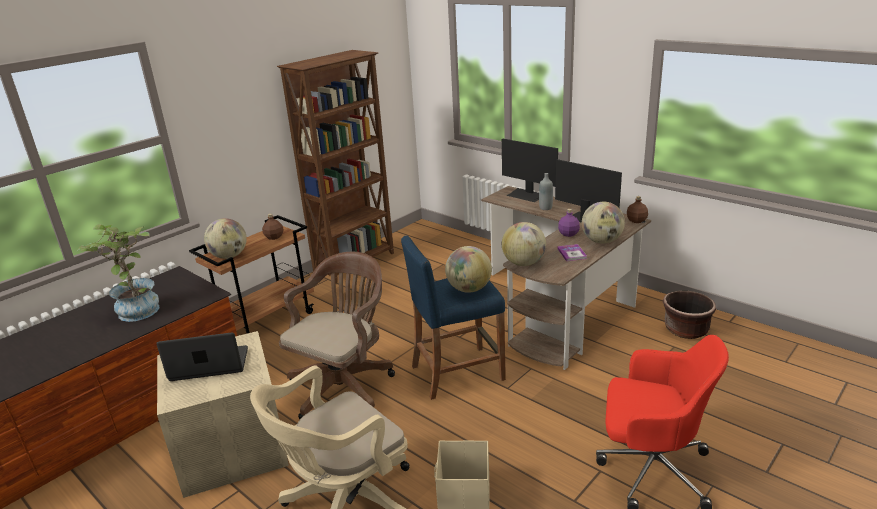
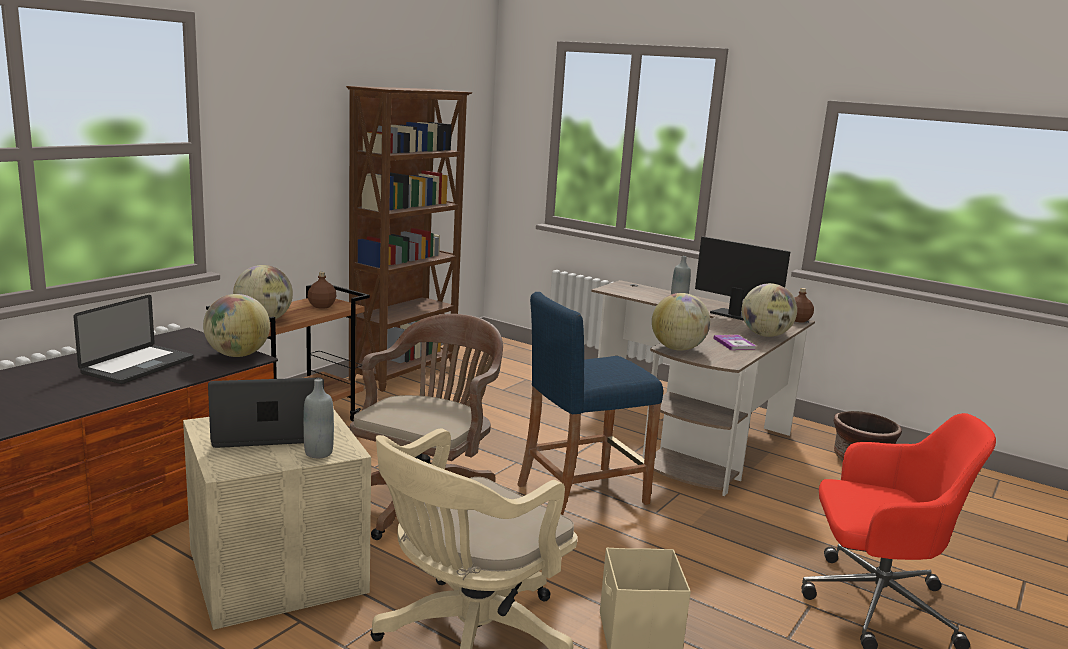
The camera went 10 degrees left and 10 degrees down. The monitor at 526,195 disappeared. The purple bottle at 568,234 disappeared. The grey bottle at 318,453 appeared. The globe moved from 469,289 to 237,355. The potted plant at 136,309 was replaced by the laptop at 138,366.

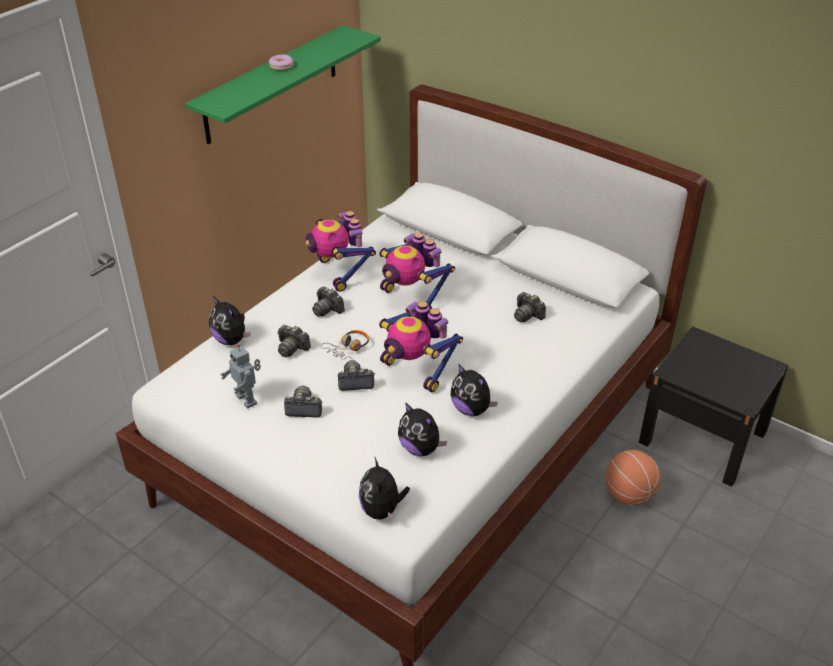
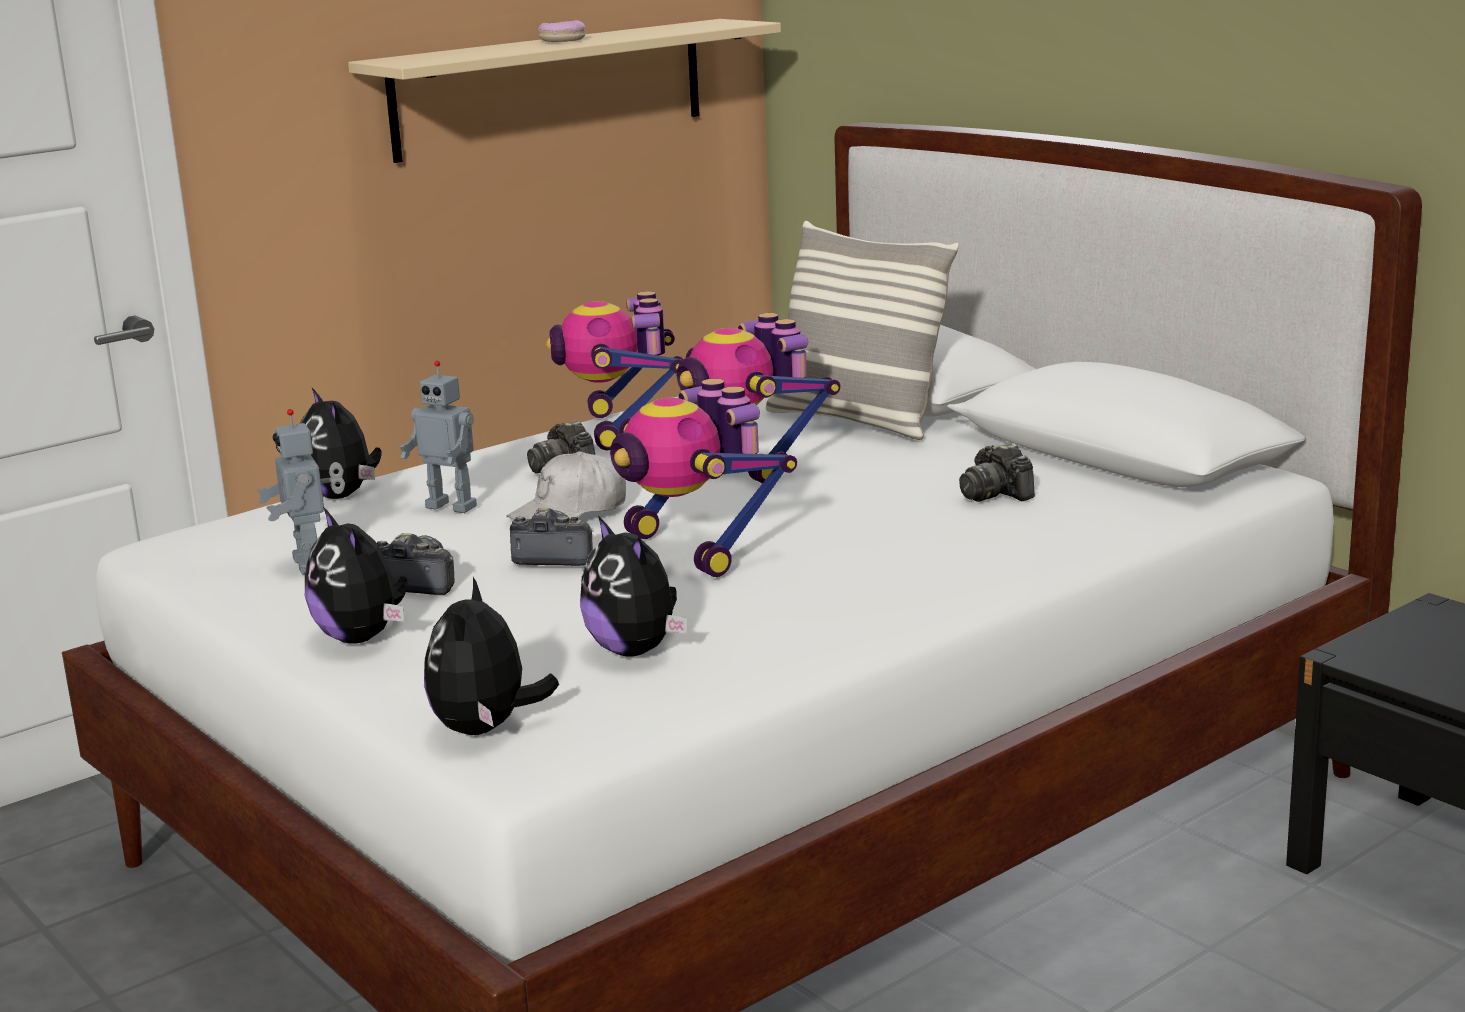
The camera went 15 degrees right and 20 degrees down. The basketball at 629,494 disappeared. The pillow at 856,421 appeared. The plush toy moved from 471,409 to 362,637. The photo camera at 292,348 was replaced by the toy robot at 453,506. The headphones at 348,348 was replaced by the white cap at 569,513. The green shelf at 272,84 became the beige shelf at 550,88.

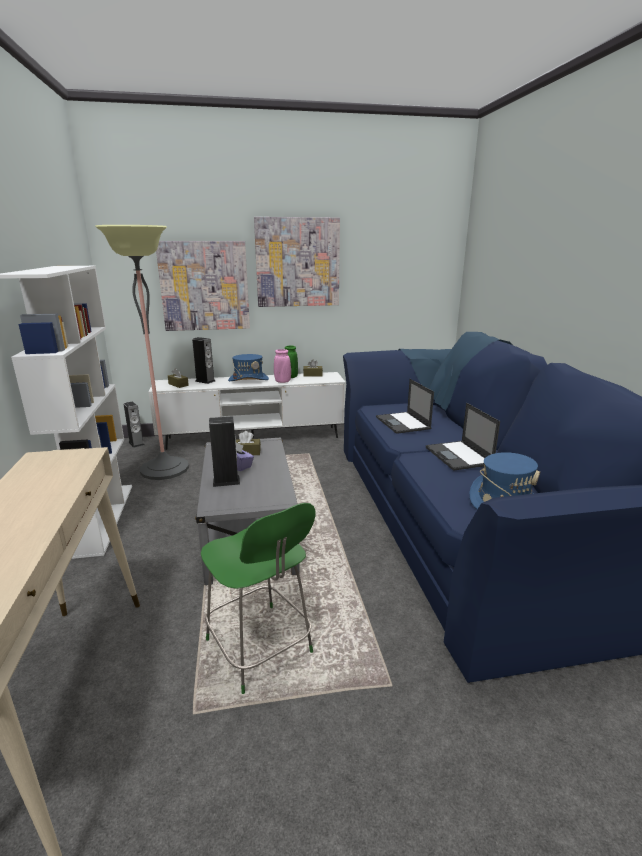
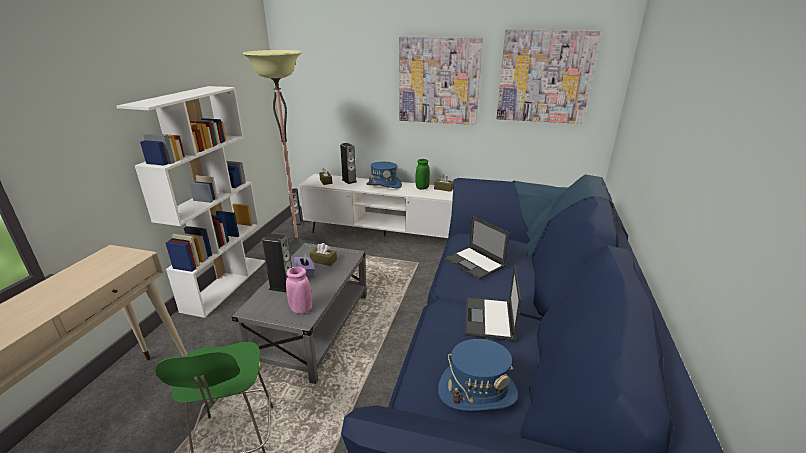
The camera went 25 degrees right and 5 degrees up. The picture moved from 204,286 to 544,77. The pink vase moved from 282,381 to 301,309. The laptop at 403,423 turned 45 degrees counterclockwise.

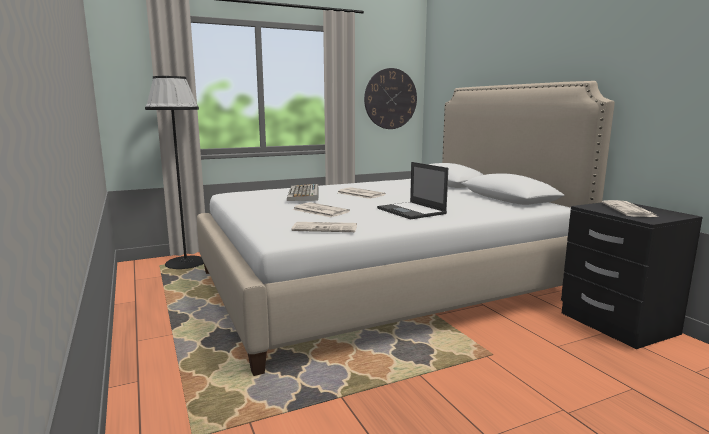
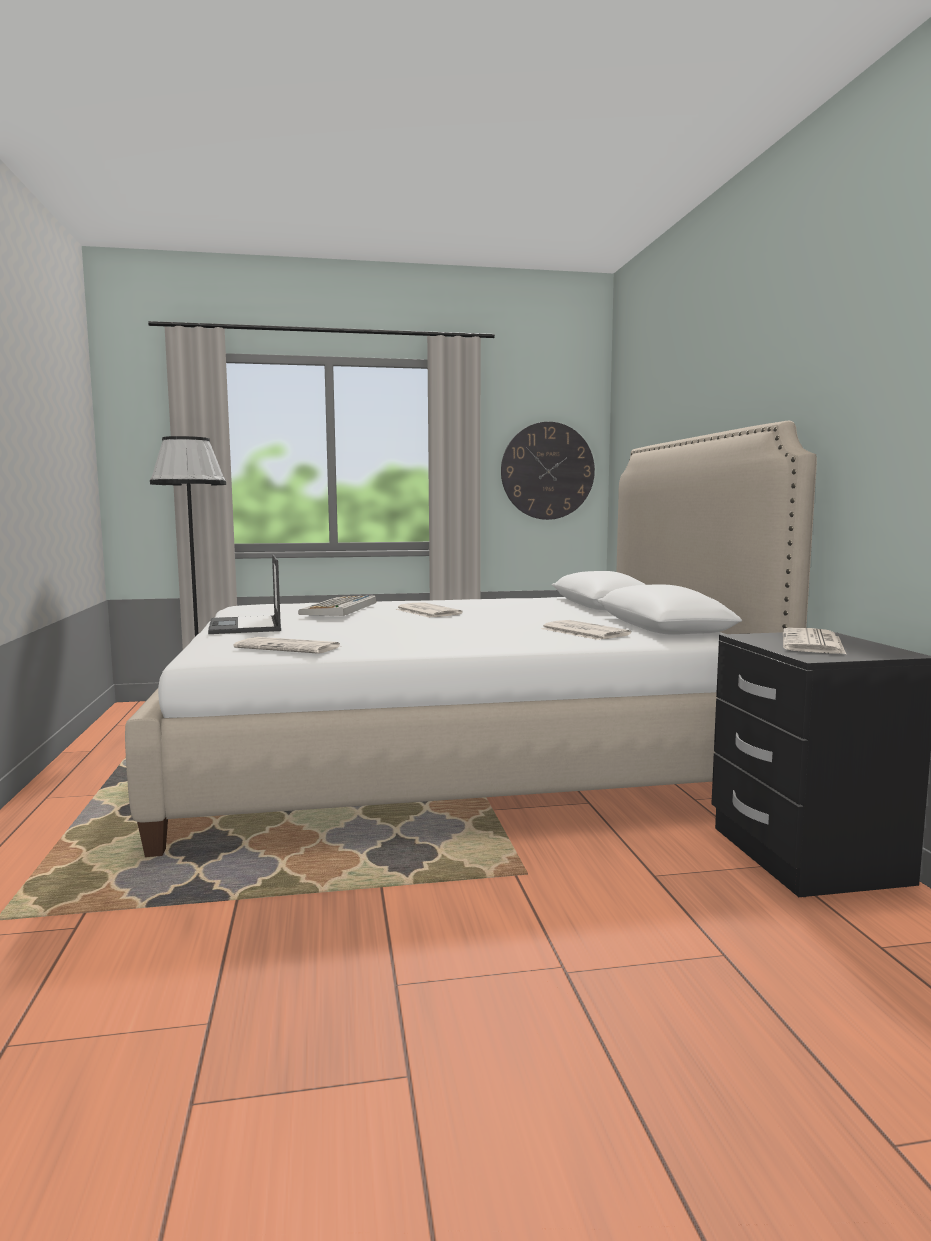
The camera went 15 degrees right and 5 degrees down. The newspaper moved from 319,211 to 583,631. The laptop moved from 412,211 to 245,626.

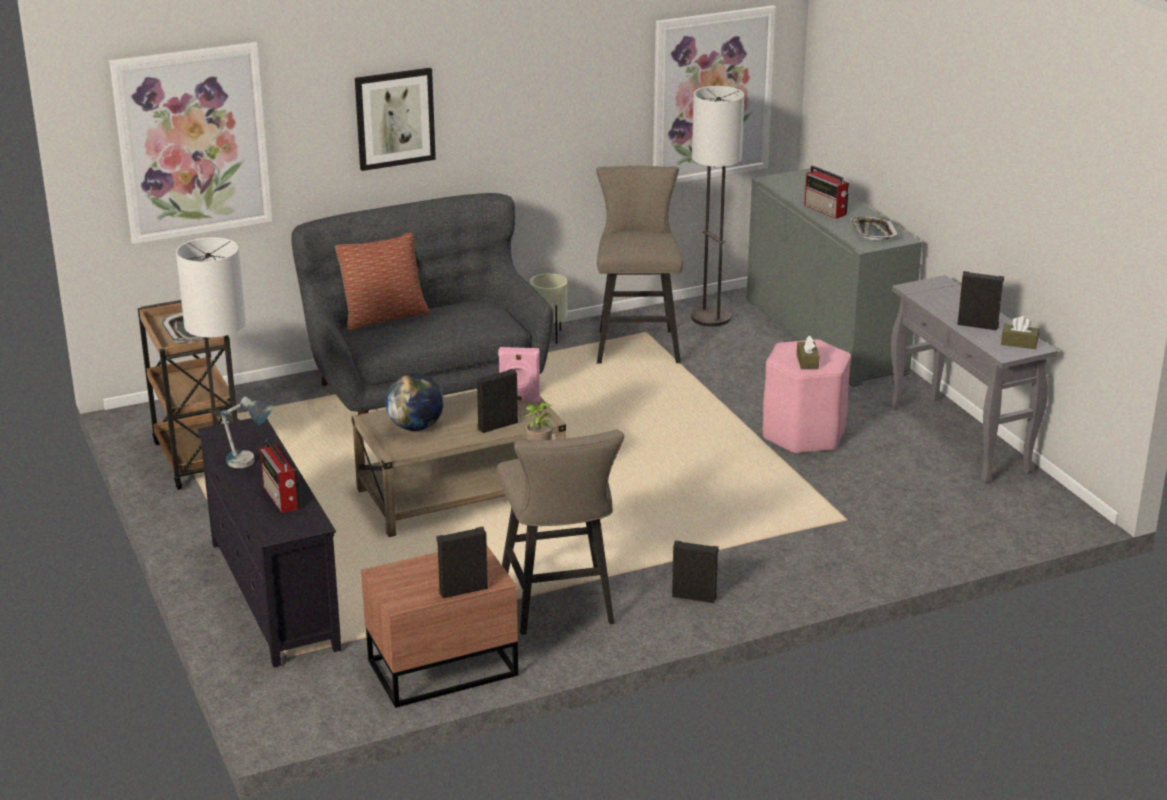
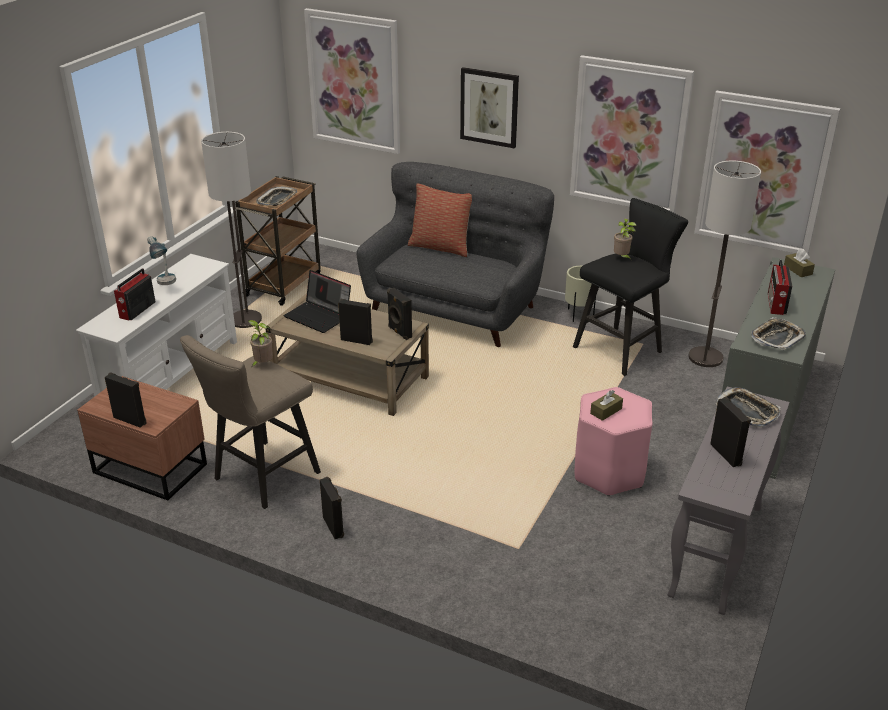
The camera went 50 degrees right and 5 degrees up. The picture at 629,135 appeared. The potted plant at 622,258 appeared. The tray at 747,411 appeared. The brown tissue box moved from 1019,343 to 798,270. The globe at 416,427 was replaced by the laptop at 319,316. The black tv stand at 273,596 became the white tv stand at 170,376. The pink speaker at 519,400 became the black speaker at 399,332. The beige stool at 637,344 became the black stool at 622,348.

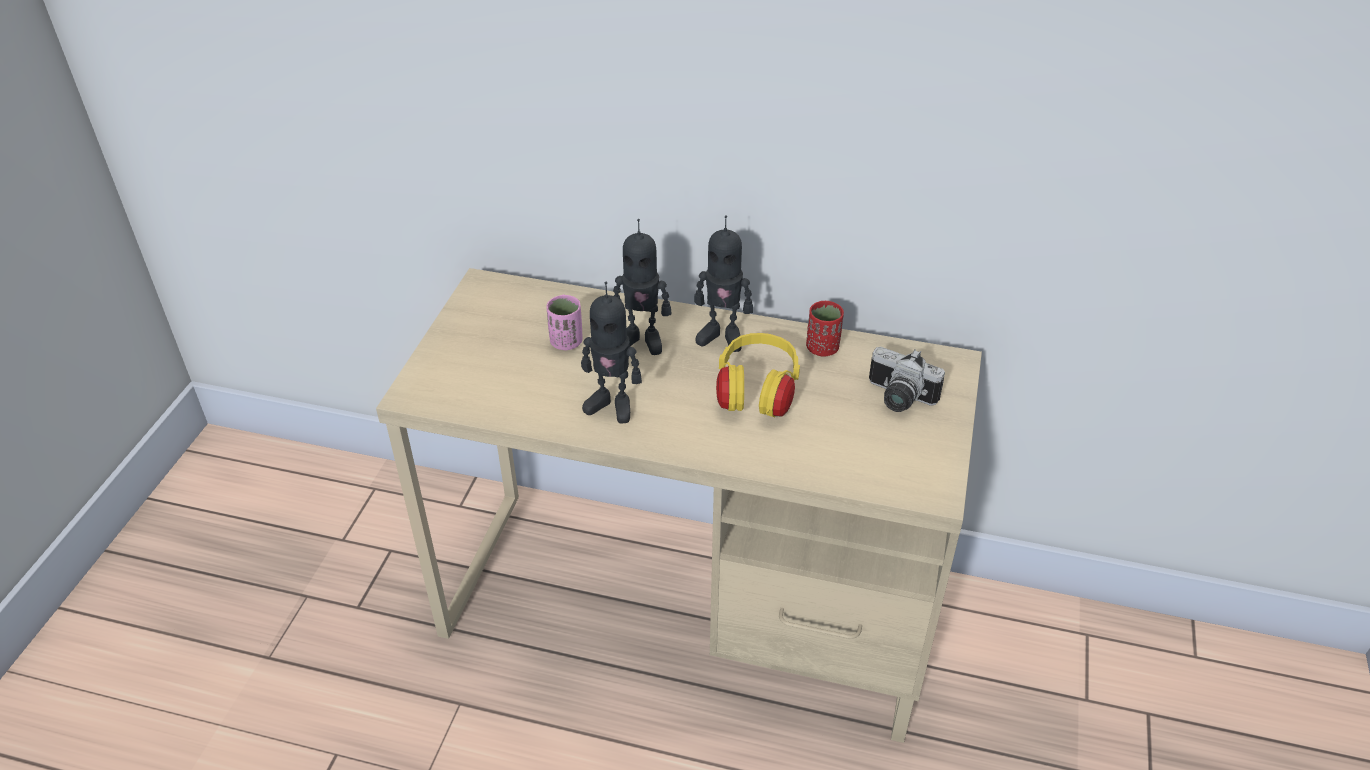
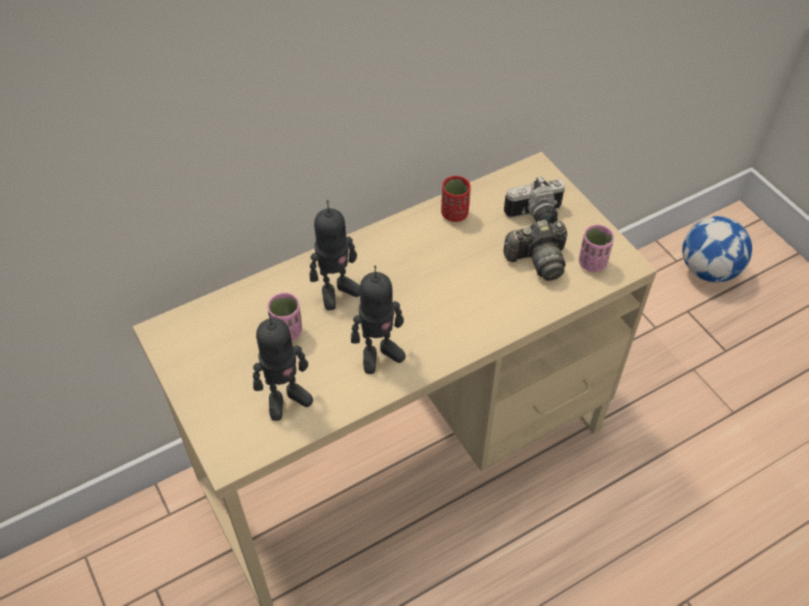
The camera went 45 degrees left and 10 degrees up. The yellow headphones at 756,394 disappeared. The photo camera at 538,260 appeared. The pink cup at 592,263 appeared. The football at 708,270 appeared. The toy robot moved from 722,336 to 286,398.

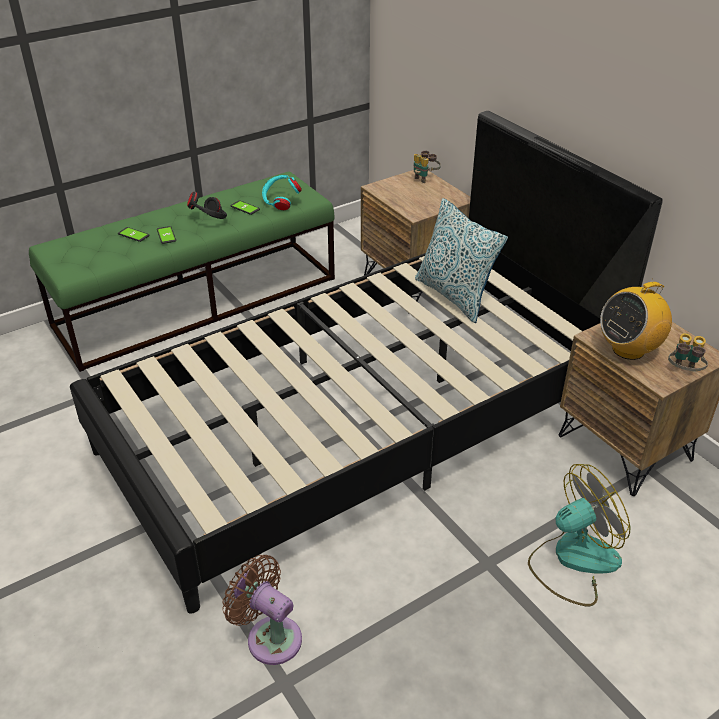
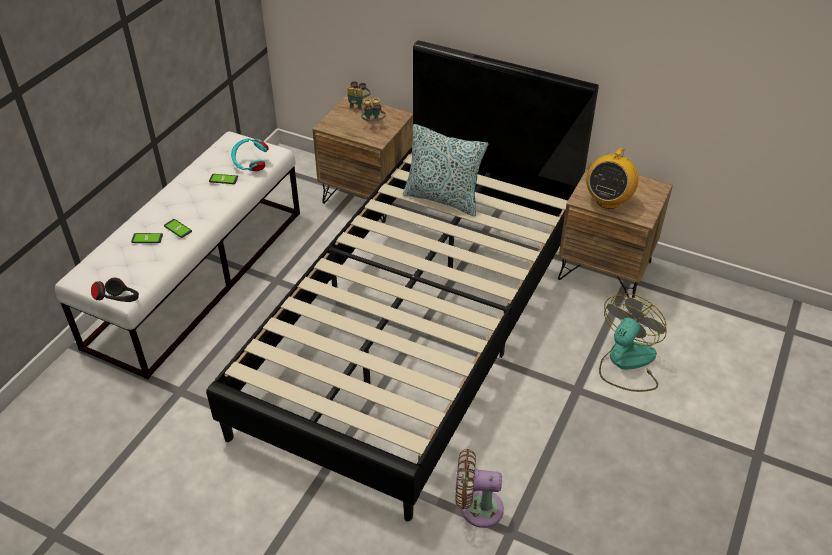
The camera went 30 degrees left and 5 degrees up. The black headphones moved from 210,220 to 120,303. The binoculars moved from 683,372 to 373,124. The green bench at 198,301 became the white bench at 198,276.

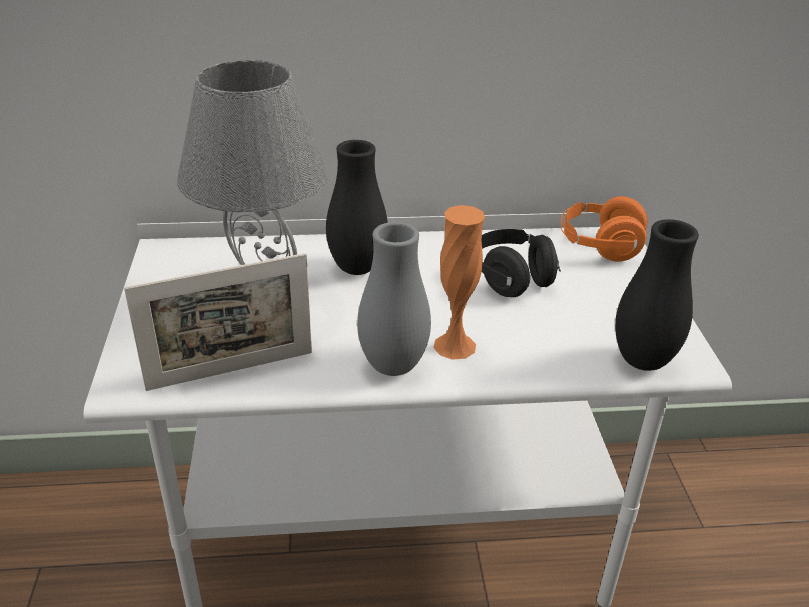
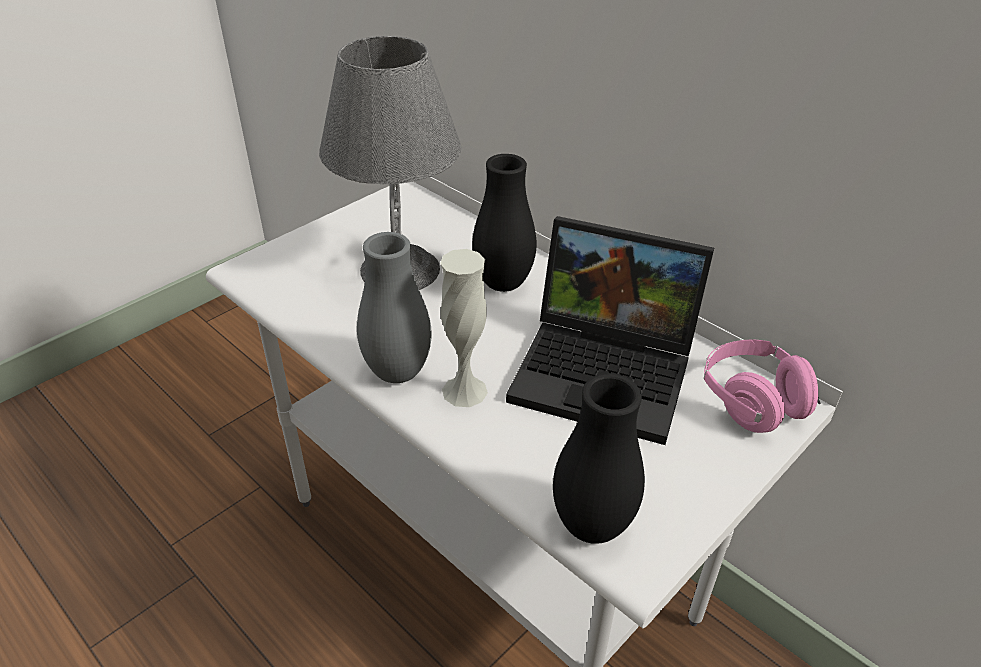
The camera went 50 degrees right and 5 degrees up. The picture frame at 231,370 disappeared. The black headphones at 510,278 was replaced by the laptop at 608,371. The orange vase at 454,346 became the white vase at 464,391. The orange headphones at 599,247 became the pink headphones at 752,402.

